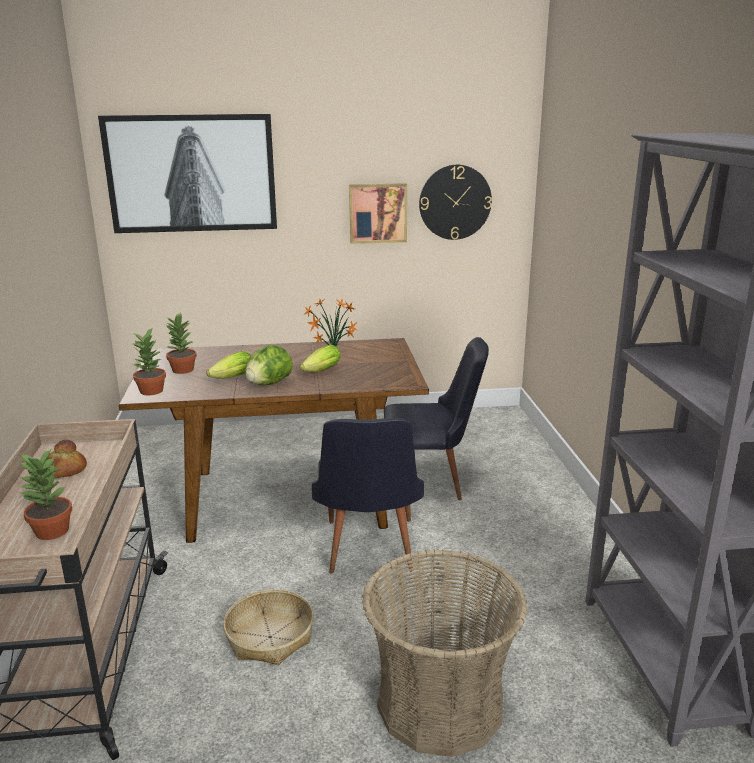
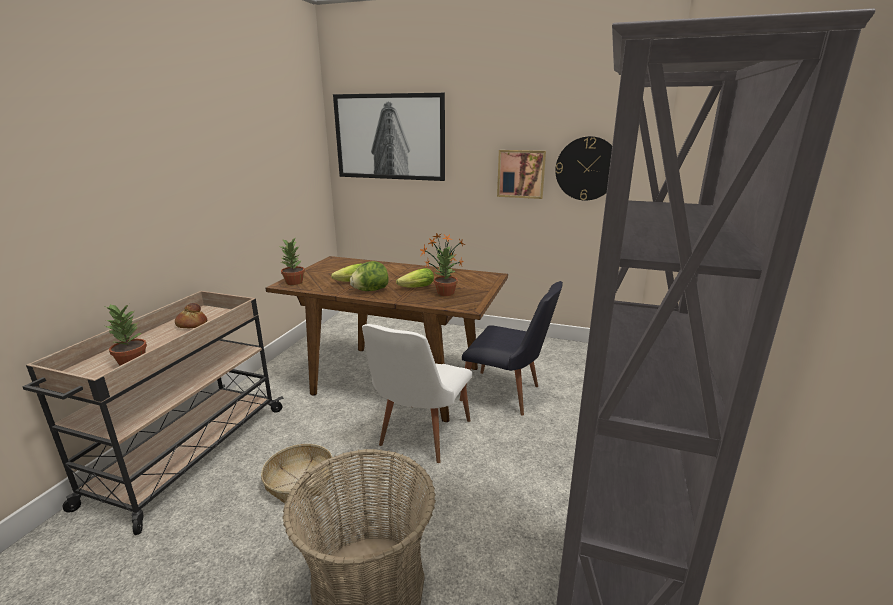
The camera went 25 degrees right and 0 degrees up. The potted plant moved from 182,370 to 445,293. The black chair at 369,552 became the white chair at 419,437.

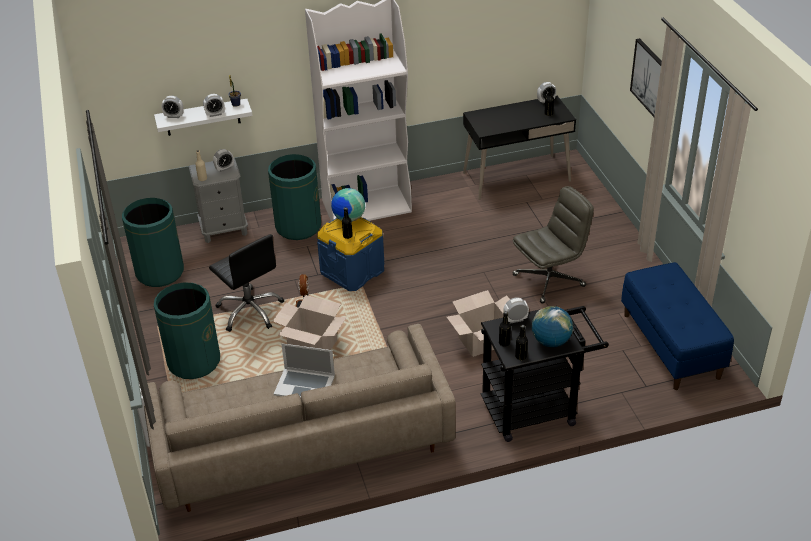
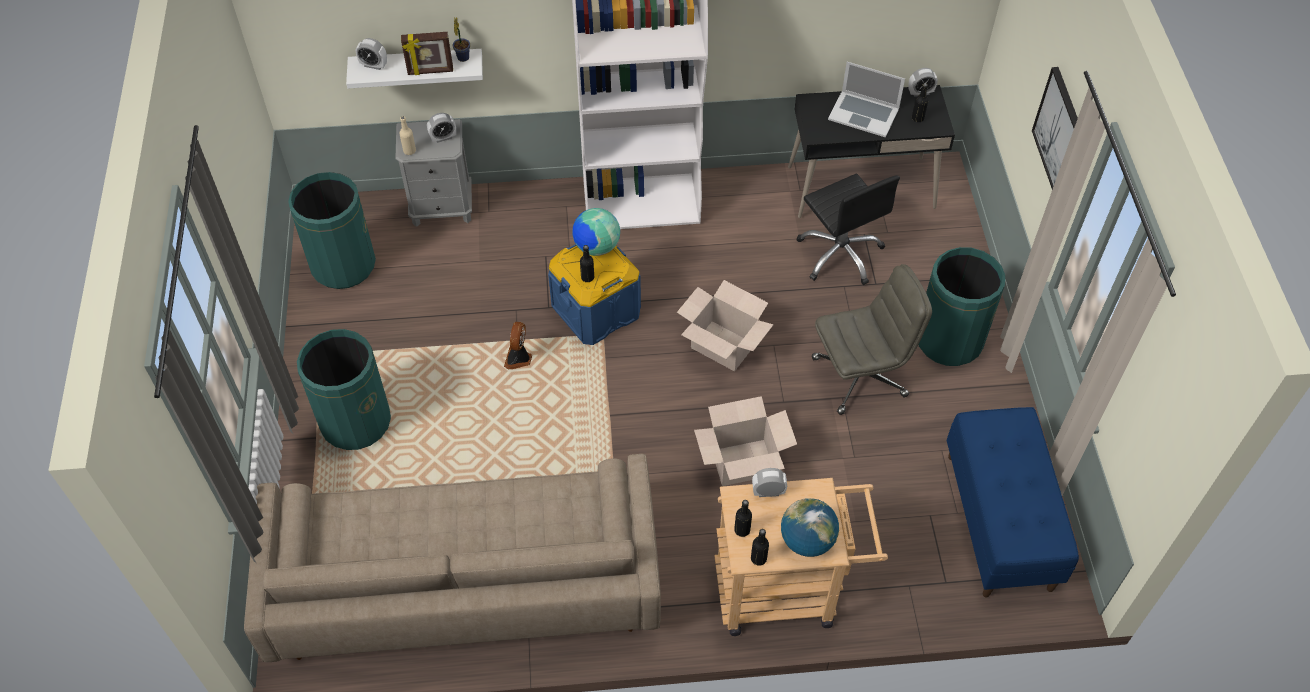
The camera went 10 degrees right and 15 degrees up. The black office chair moved from 250,311 to 840,253. The green trash can moved from 298,226 to 949,340. The cardboard box moved from 313,345 to 723,345. The laptop moved from 304,385 to 863,113. The alarm clock at 215,114 was replaced by the picture frame at 430,71. The black cart at 537,409 became the beige cart at 786,590.

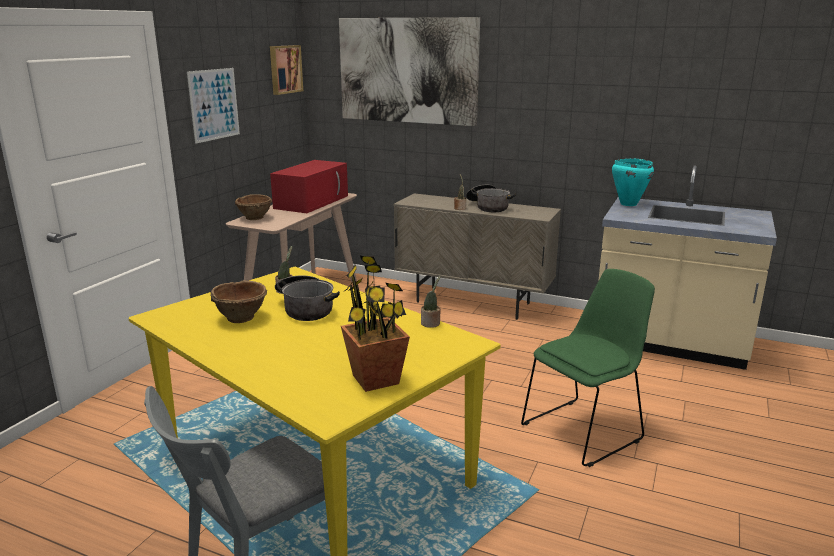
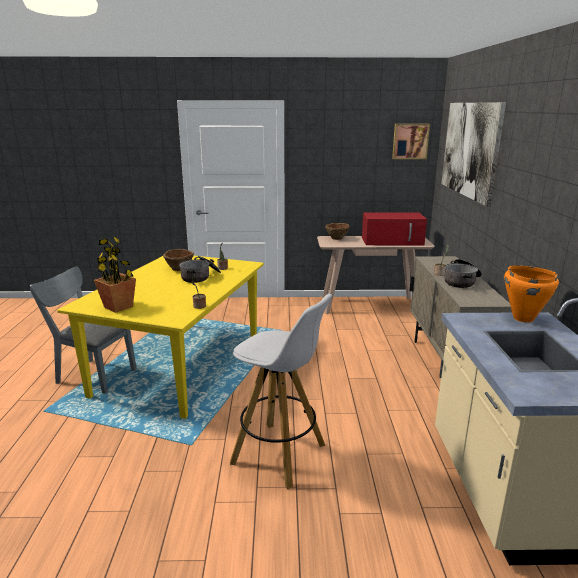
The camera went 65 degrees right and 0 degrees up. The picture at 214,104 disappeared. The green chair at 584,430 was replaced by the white stool at 280,454. The turquoise cooking pot at 628,204 became the orange cooking pot at 522,318.

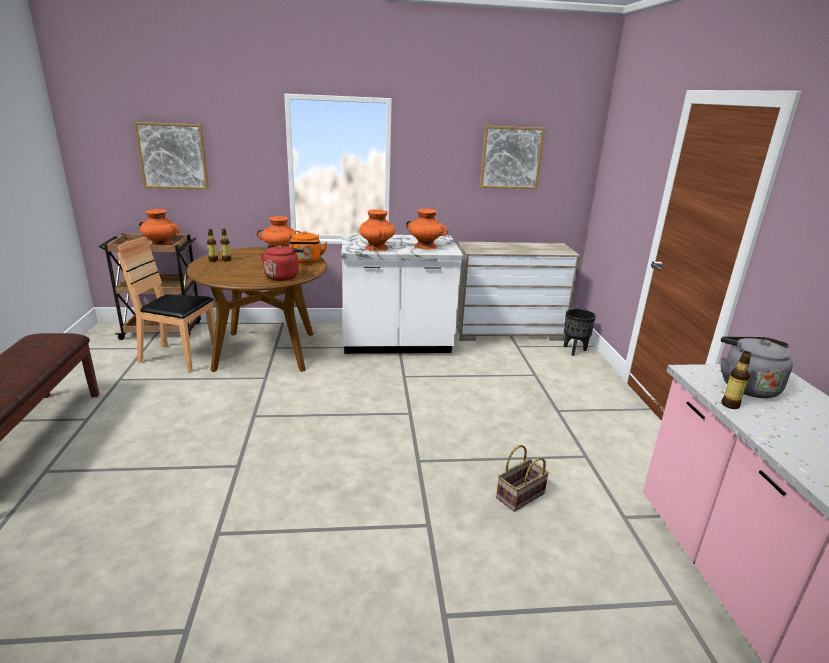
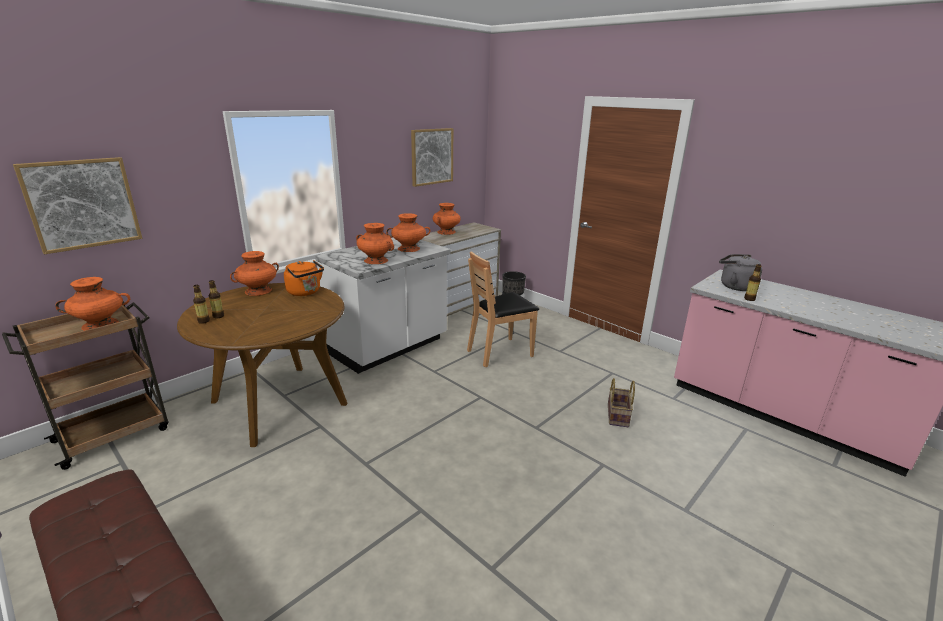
The camera went 40 degrees left and 0 degrees up. The red kettle at 282,276 disappeared. The orange vase at 446,232 appeared. The brown chair moved from 178,358 to 500,353.

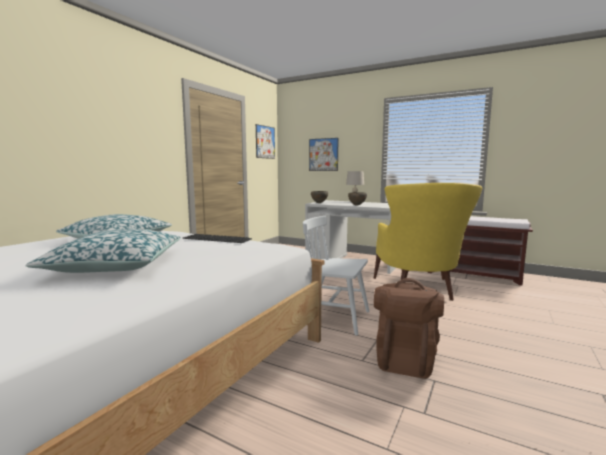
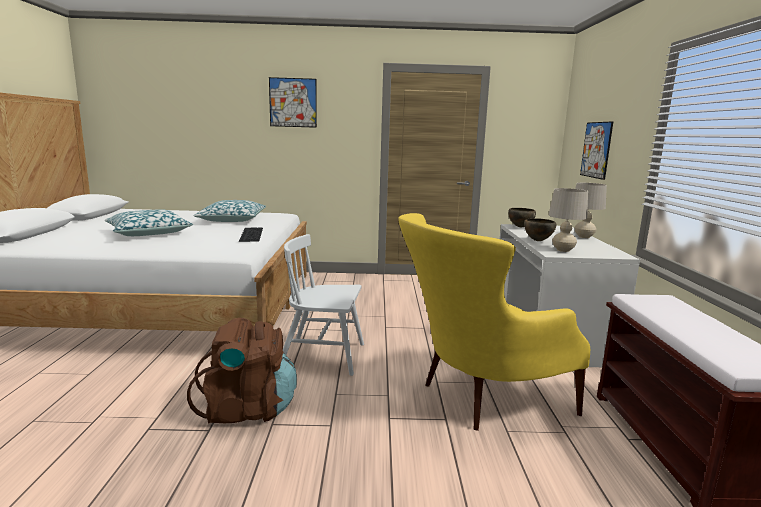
The camera went 60 degrees right and 5 degrees up. The beige table lamp at 563,250 appeared. The picture moved from 265,142 to 293,102. The white chair at 333,318 turned 75 degrees counterclockwise.

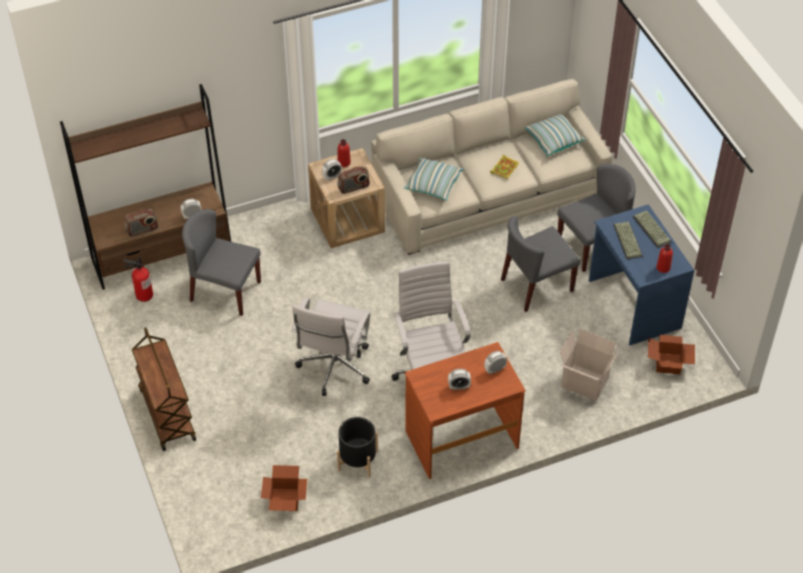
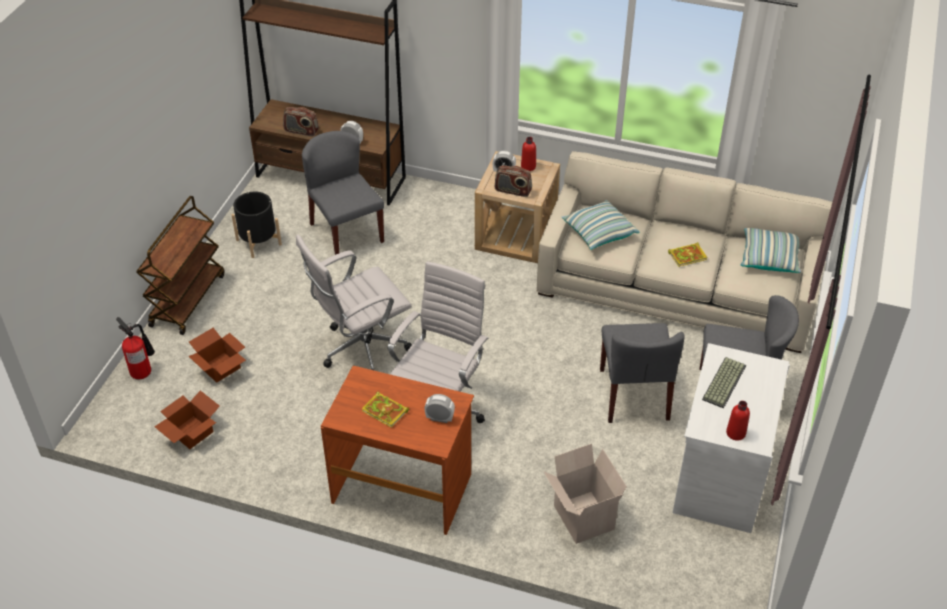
The camera went 40 degrees right and 5 degrees down. The keyboard at 652,229 disappeared. The fire extinguisher moved from 144,294 to 143,371. The black planter moved from 358,460 to 258,242. The cardboard box moved from 669,364 to 220,368. The alarm clock at 459,386 was replaced by the book at 386,411. The blue desk at 633,304 became the white desk at 720,475. The grey chair at 536,286 turned 105 degrees counterclockwise.

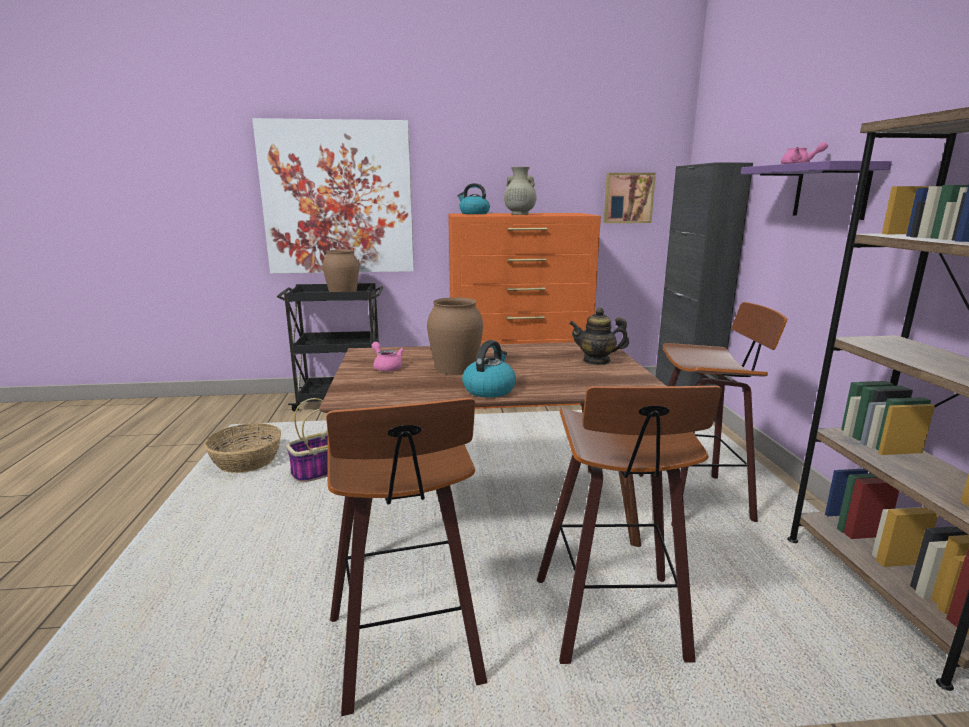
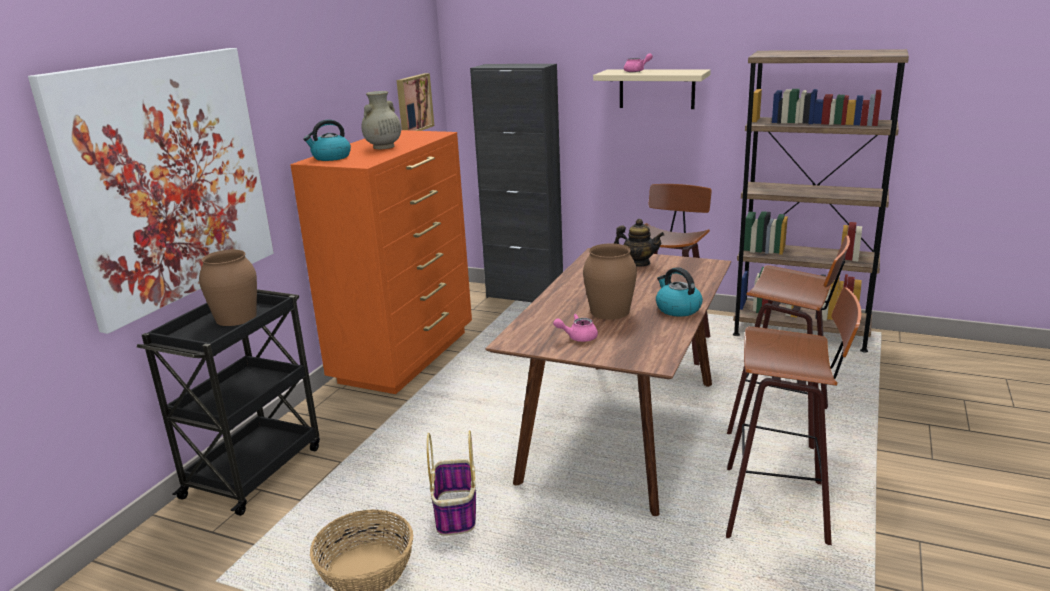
The camera went 60 degrees left and 5 degrees up. The purple shelf at 830,191 became the beige shelf at 656,89. The teapot at 597,361 turned 105 degrees counterclockwise.

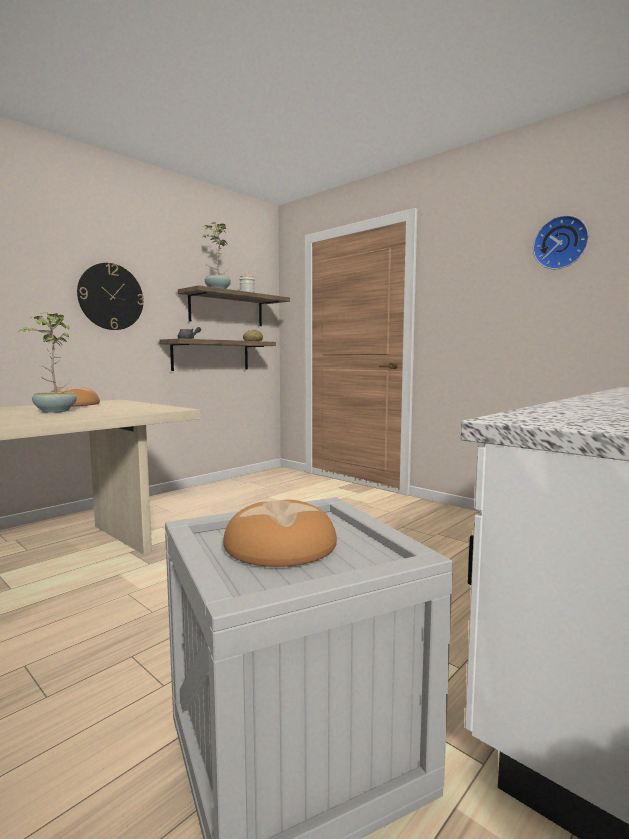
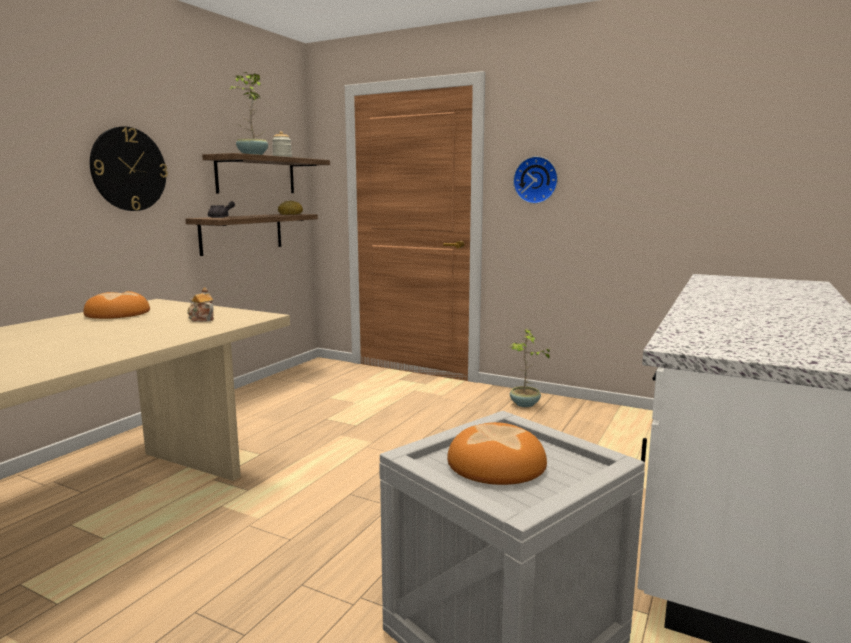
The camera went 15 degrees left and 5 degrees up. The teapot at 201,319 appeared. The potted plant moved from 54,411 to 525,404. The wall clock moved from 561,243 to 536,180.

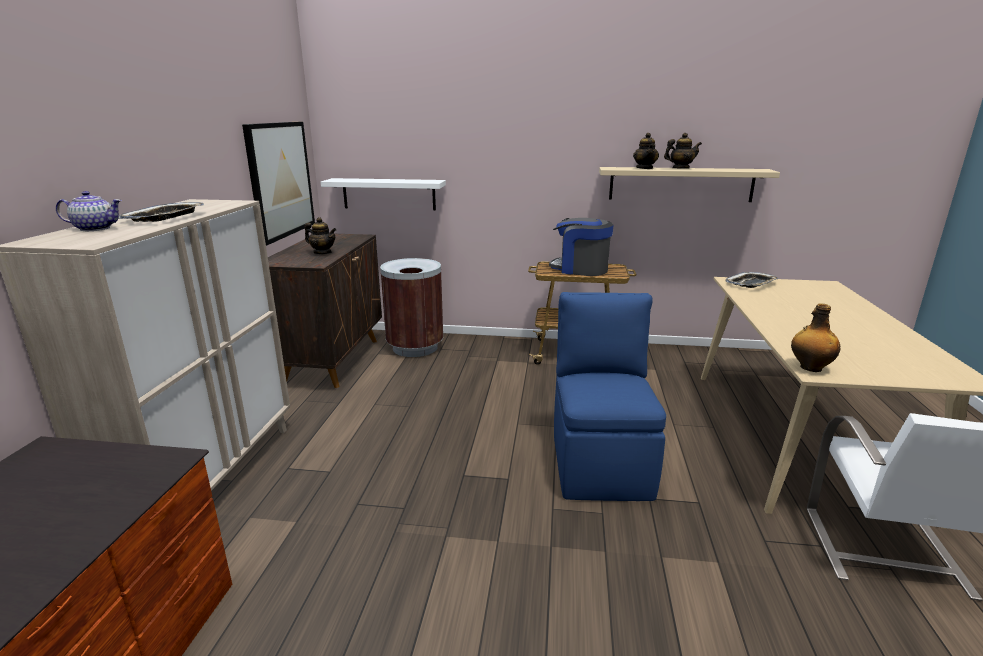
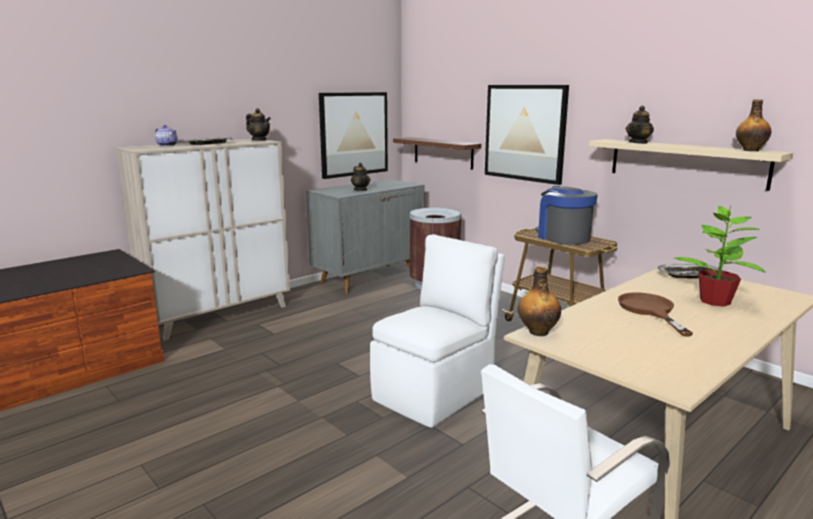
The camera went 40 degrees right and 5 degrees down. The picture at 525,133 appeared. The brown frying pan at 650,310 appeared. The potted plant at 714,301 appeared. The bottle at 750,150 appeared. The teapot moved from 680,168 to 259,140. The brown cabinet at 333,360 became the grey cabinet at 369,278. The white shelf at 389,194 became the brown shelf at 443,152. The blue chair at 600,463 became the white chair at 436,393.

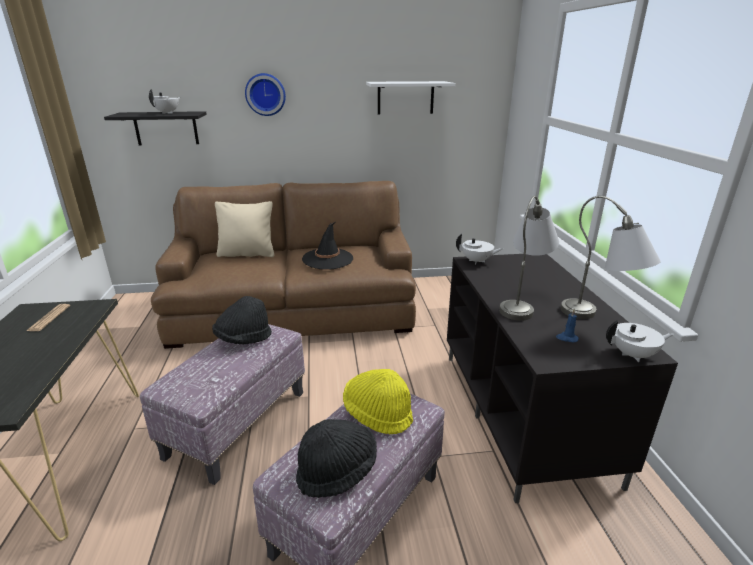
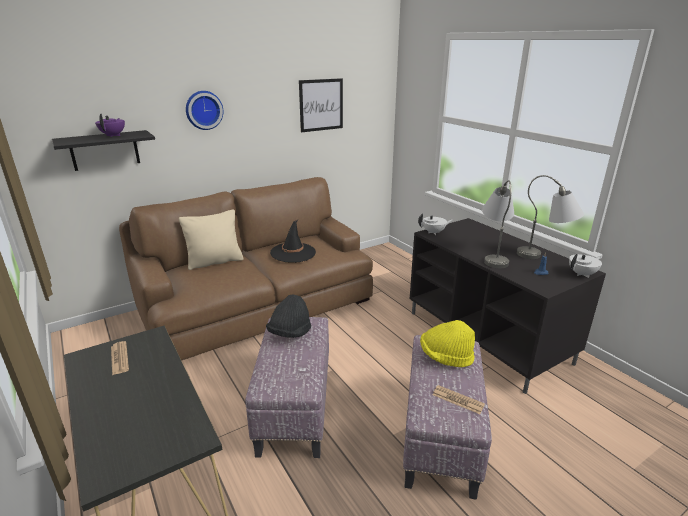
The camera went 25 degrees left and 0 degrees up. The black hat at 337,471 was replaced by the newspaper at 458,400. The white shelf at 405,97 was replaced by the picture at 321,105. The white teapot at 167,113 became the purple teapot at 113,135.

